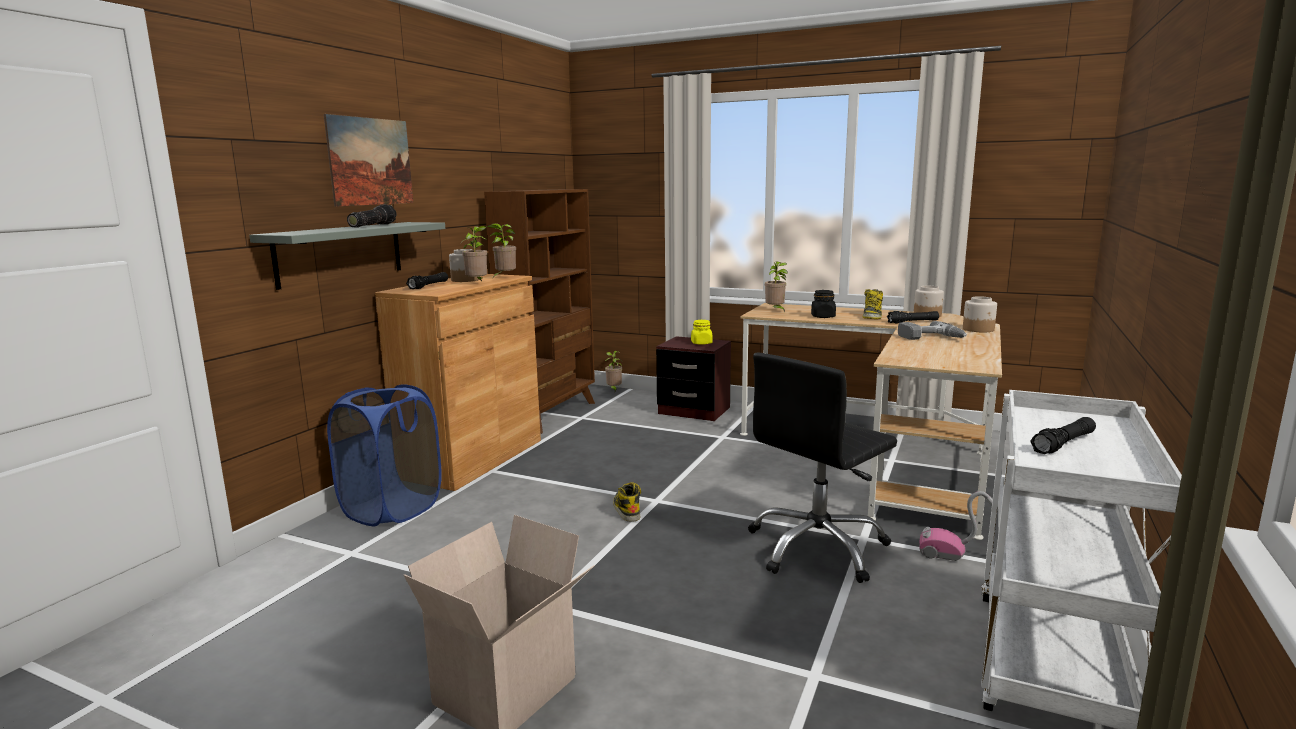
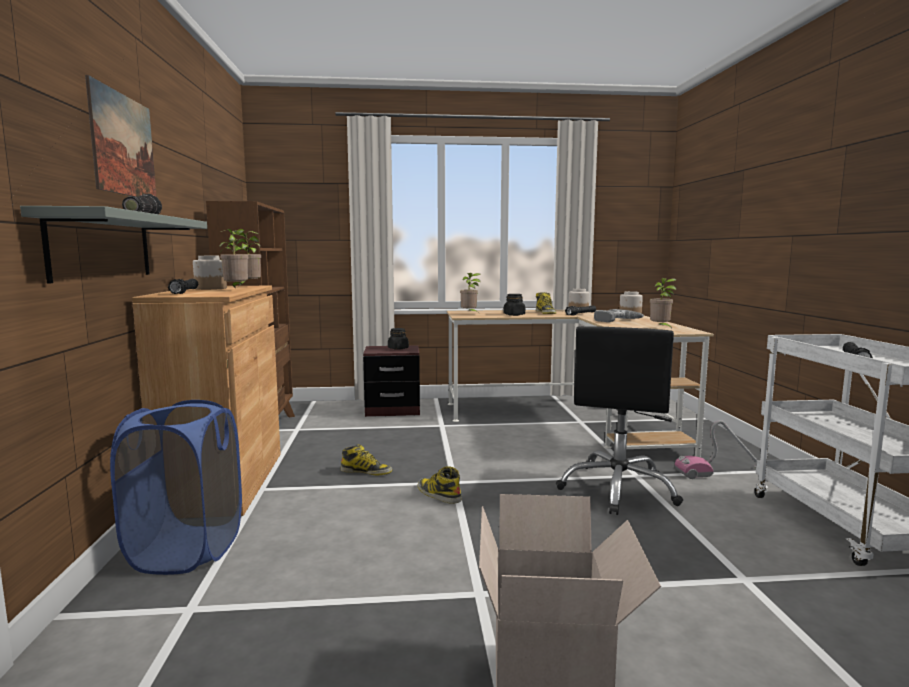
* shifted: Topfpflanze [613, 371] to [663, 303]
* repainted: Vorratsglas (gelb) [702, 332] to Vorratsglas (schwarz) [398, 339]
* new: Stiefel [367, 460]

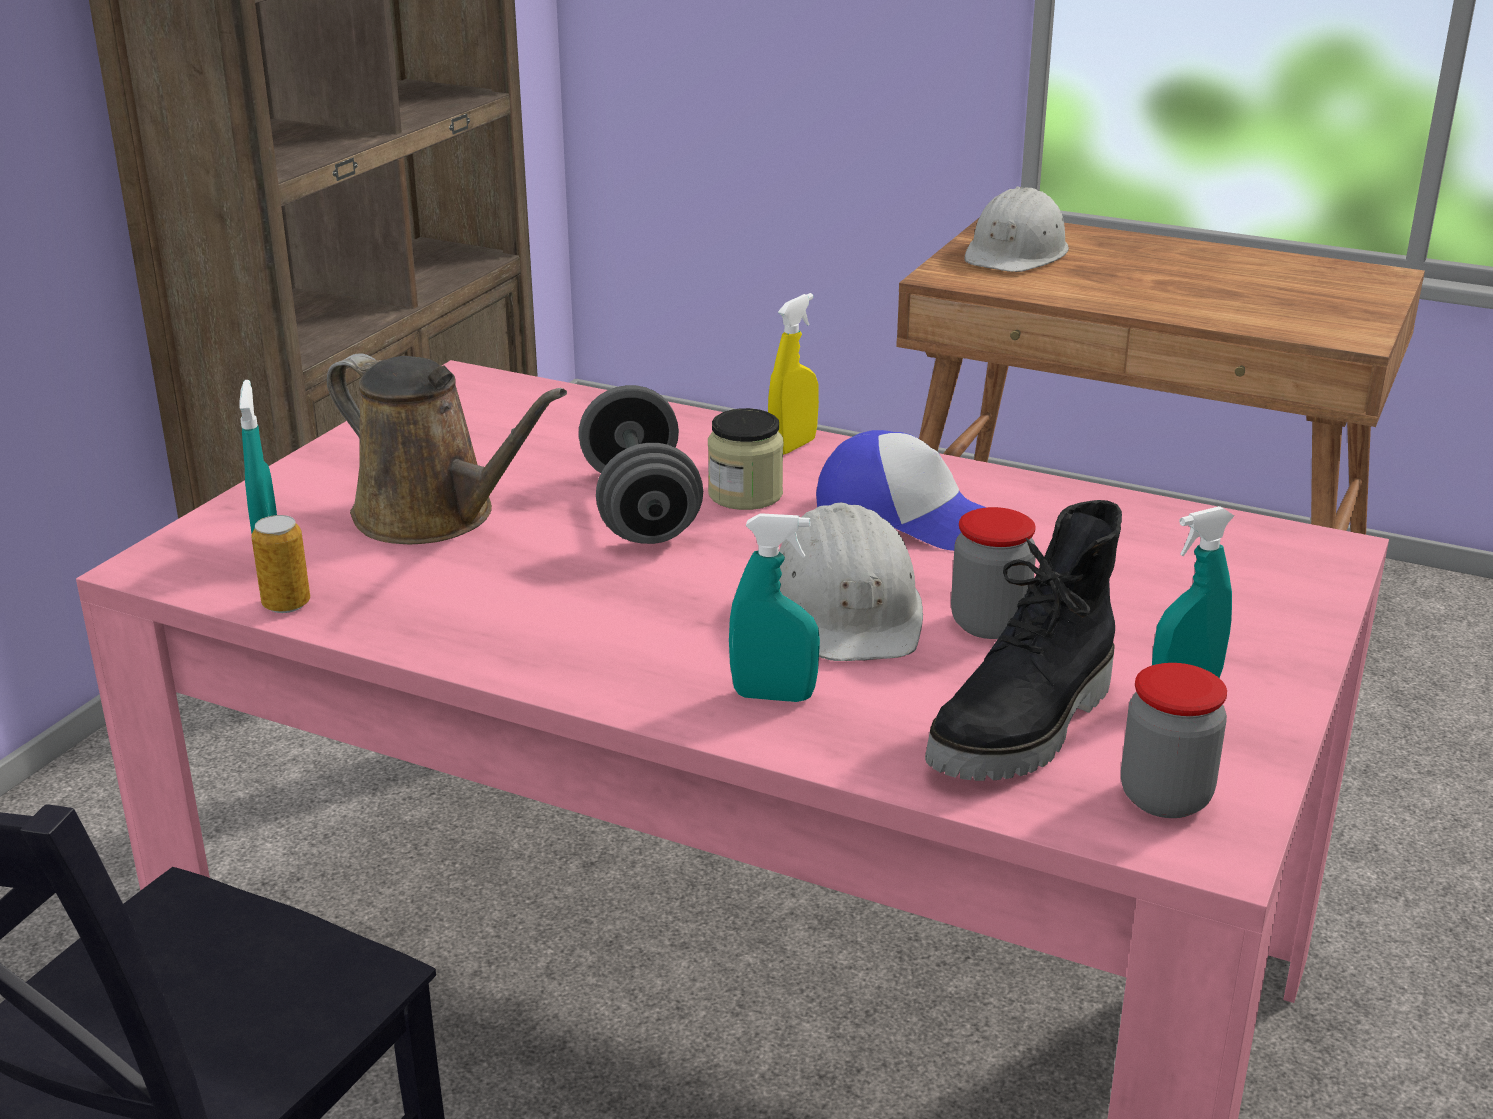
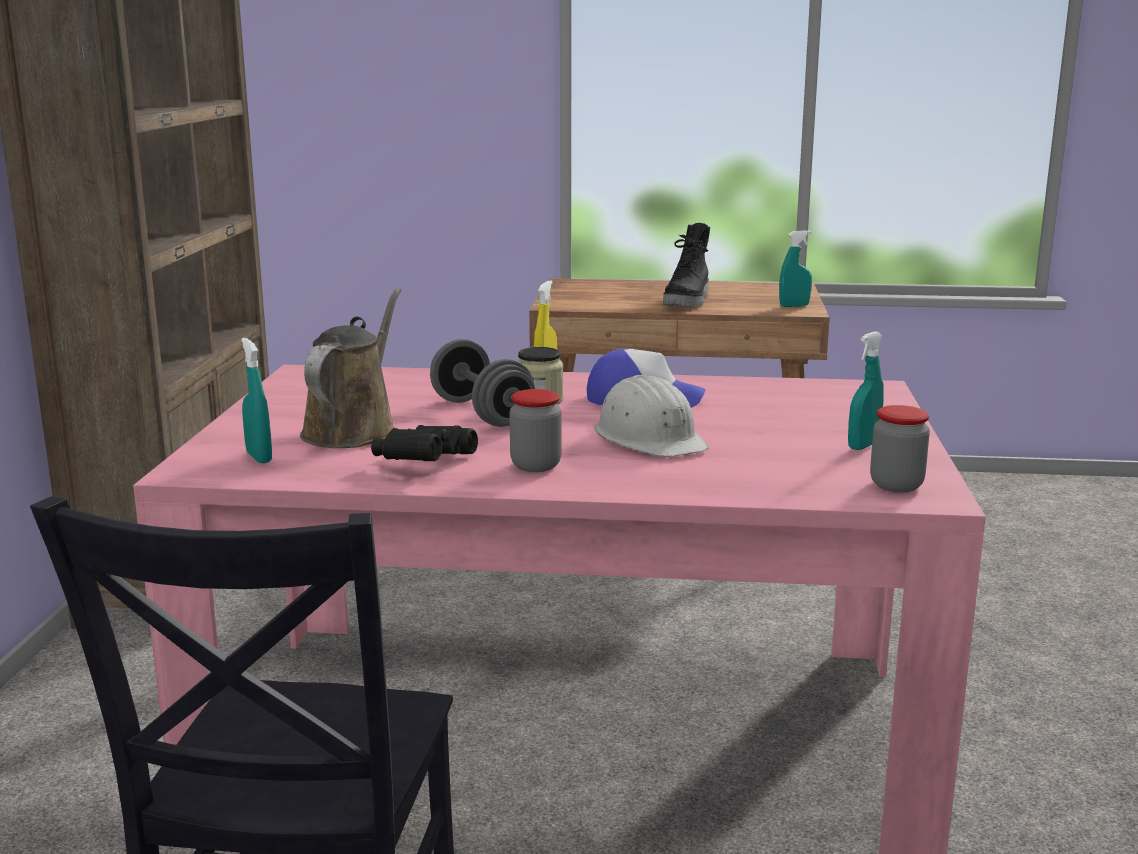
* gone: Dose [281, 564]
* rotated: Gießkanne (braun) [447, 448] = [350, 368] 90 degrees counterclockwise
* shifted: Sprühflasche (türkis) [774, 607] to [795, 268]
* shifted: Stiefel (schwarz) [1023, 640] to [686, 264]
* shifted: Vorratsglas [993, 573] to [535, 430]
* gone: Schutzhelm (weiß) [1016, 229]
* new: Fernglas (schwarz) [424, 443]

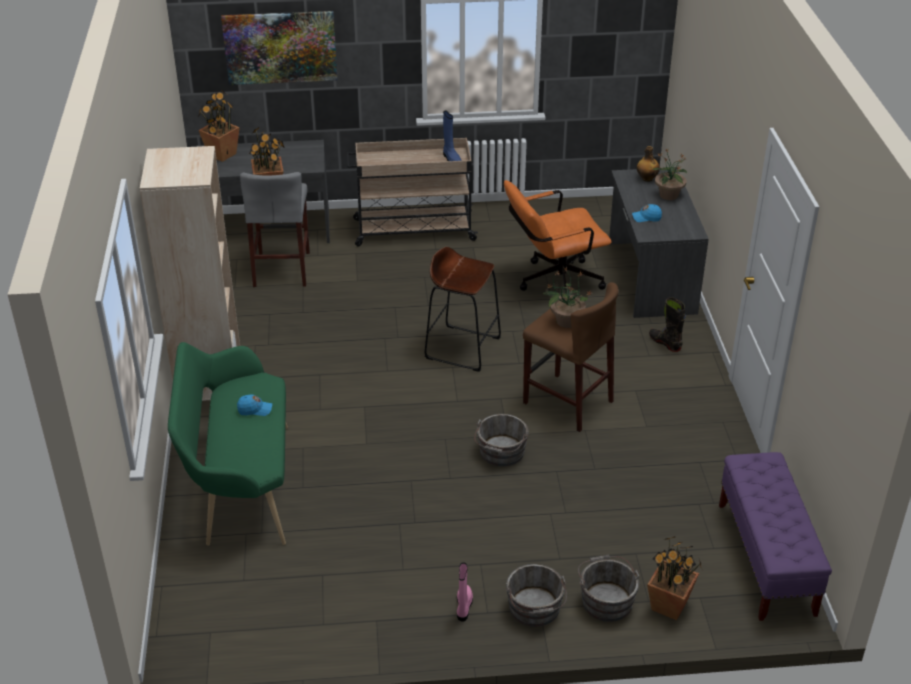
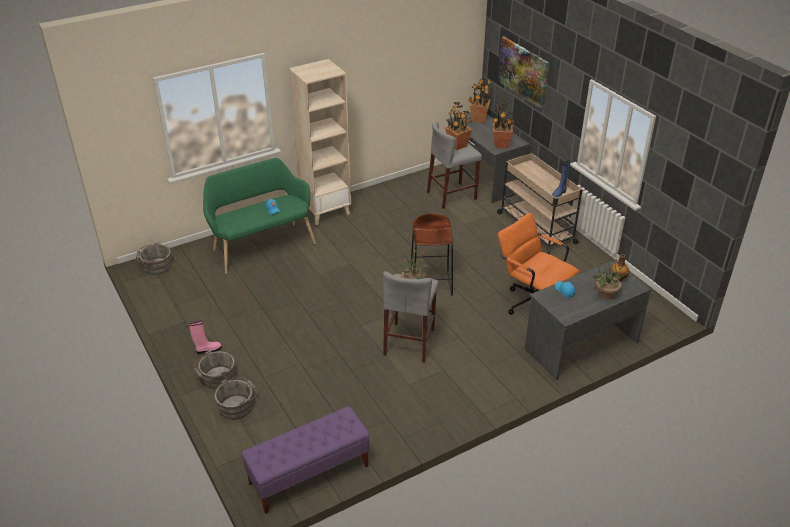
* shifted: Eimer (grau) [501, 440] to [153, 258]
* repainted: Hocker (braun) [571, 357] to Hocker (grau) [411, 317]
* shifted: Topfpflanze [674, 578] to [503, 124]
* gone: Stiefel (schwarz) [667, 324]

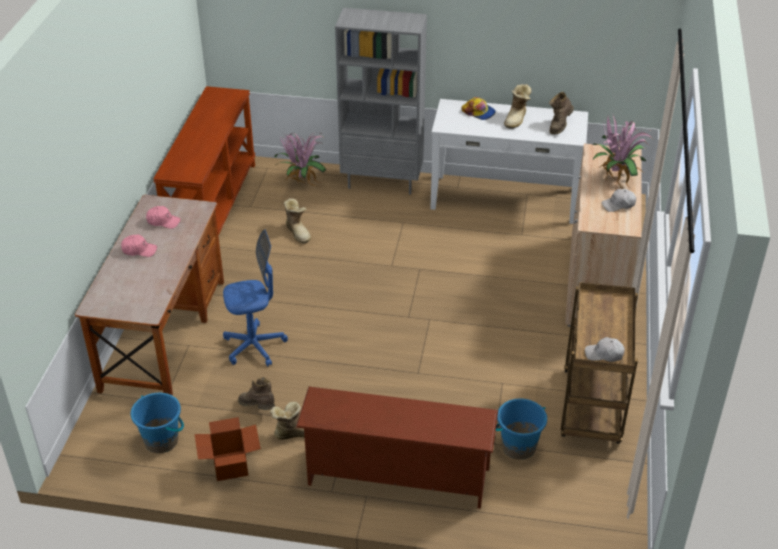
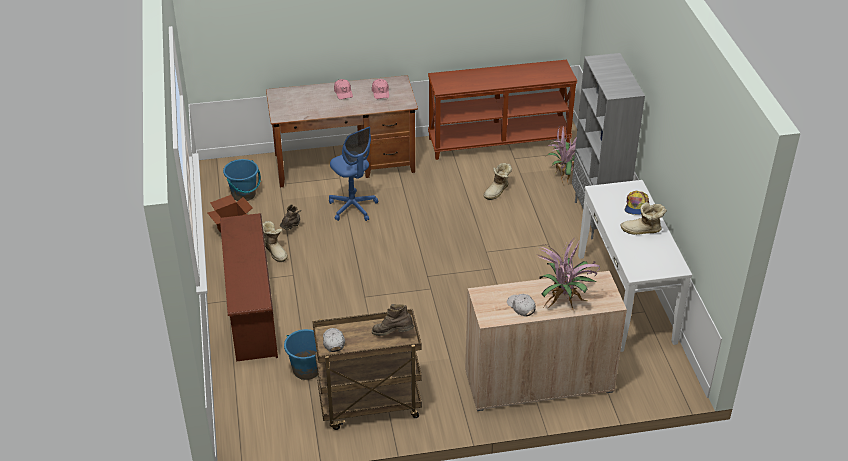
* shifted: Stiefel (braun) [561, 113] to [393, 320]

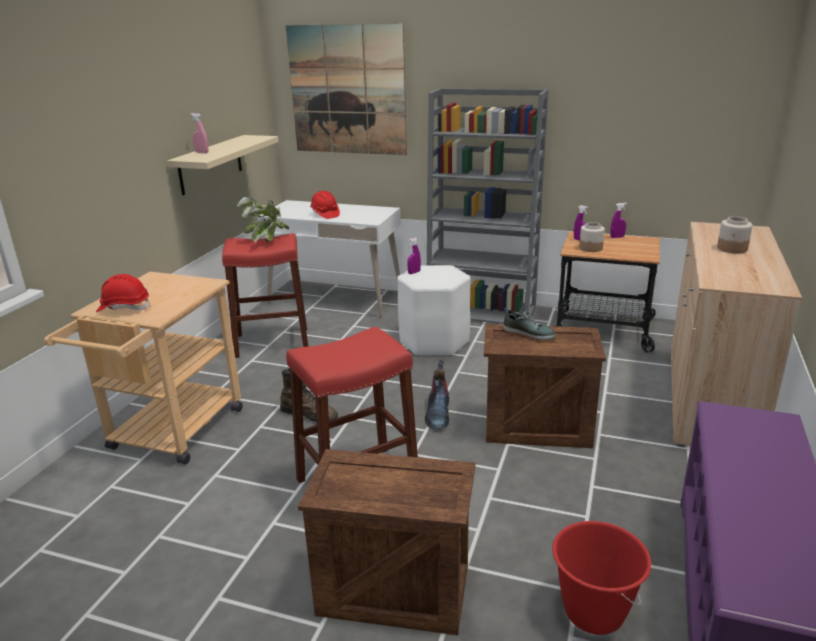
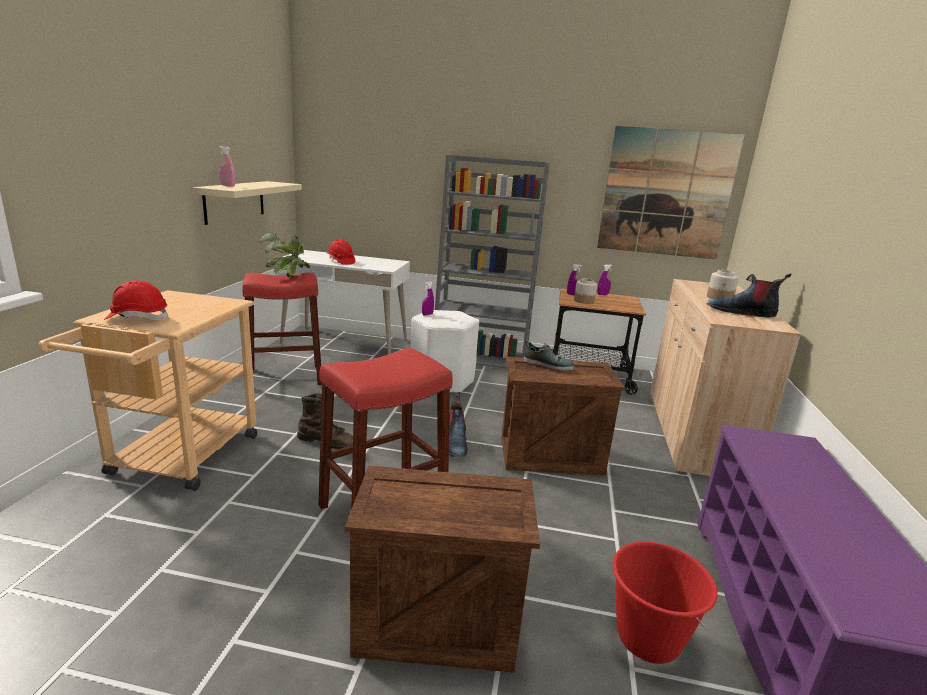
* shifted: Bild [346, 89] to [671, 192]
* new: Stiefel [749, 295]

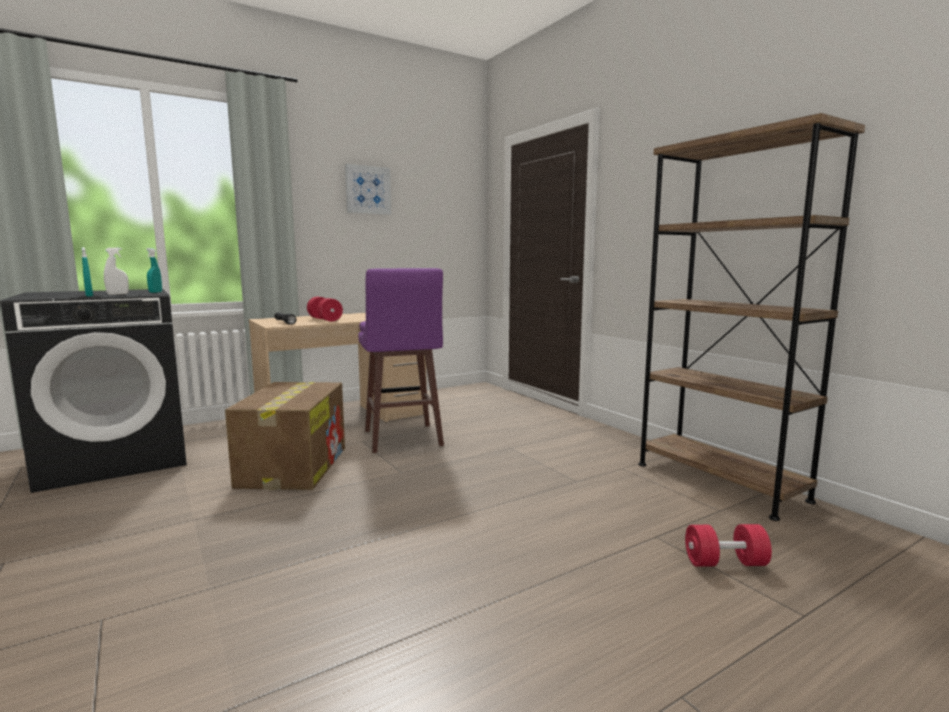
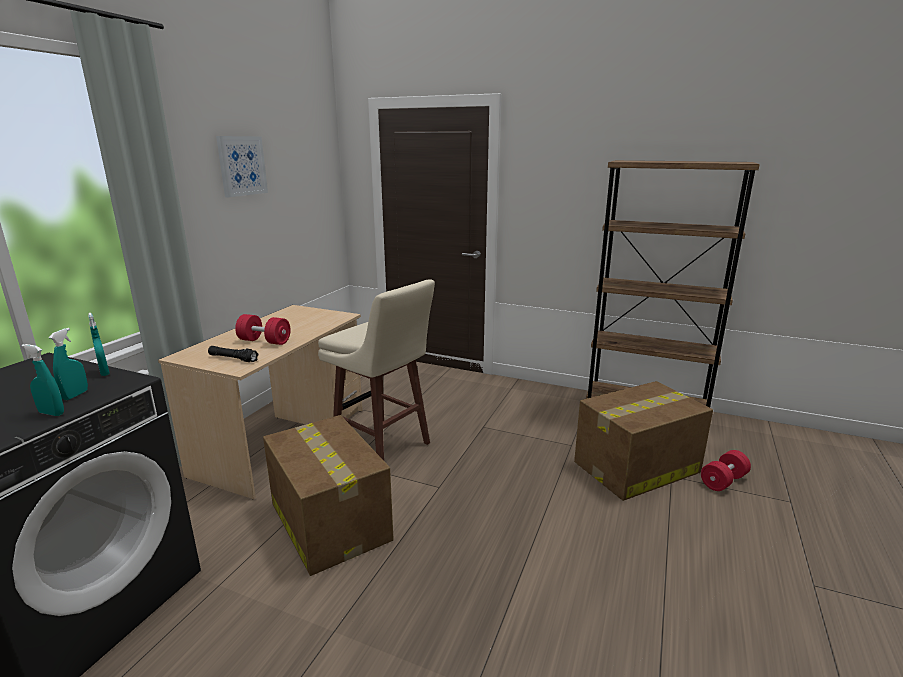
* repainted: Sprühflasche (weiß) [116, 271] to Sprühflasche (türkis) [68, 364]
* repainted: Hocker (lila) [401, 360] to Hocker (beige) [376, 370]
* new: Karton [643, 441]

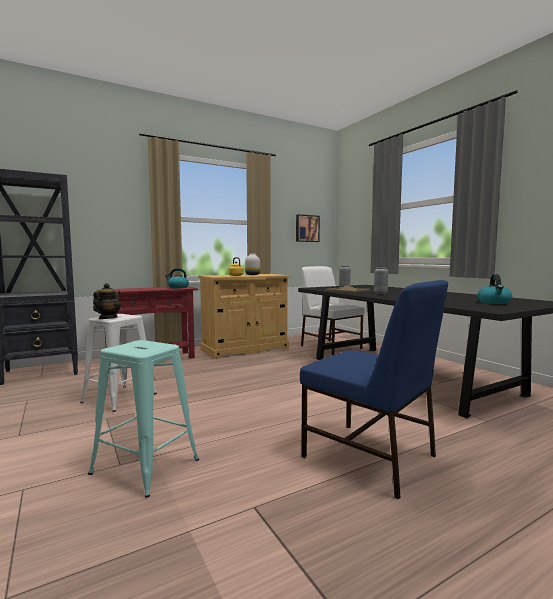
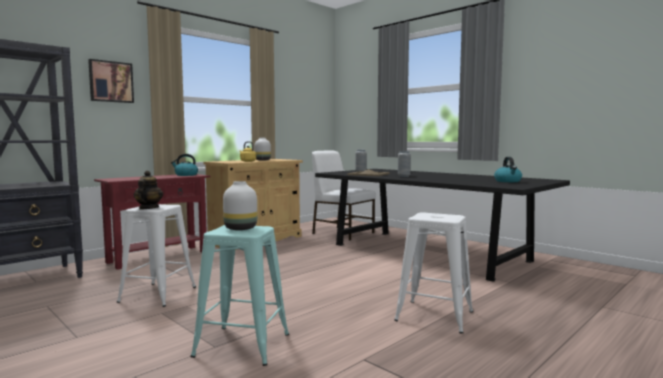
* shifted: Bild [308, 228] to [111, 81]
* swapped: Stuhl (blau) [374, 389] to Hocker (weiß) [433, 272]
* new: Vase (weiß) [240, 205]

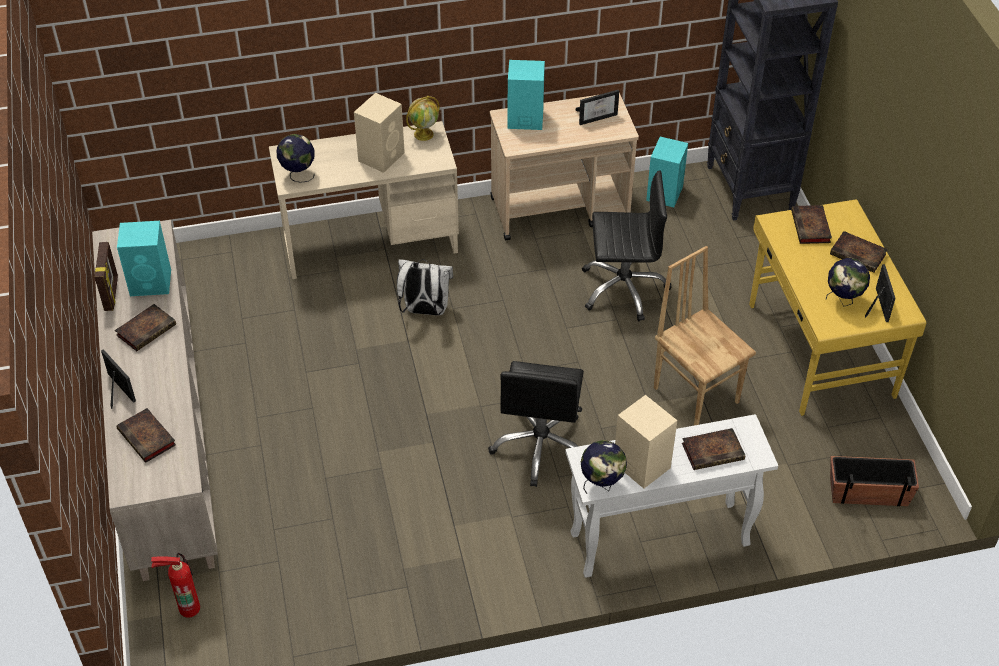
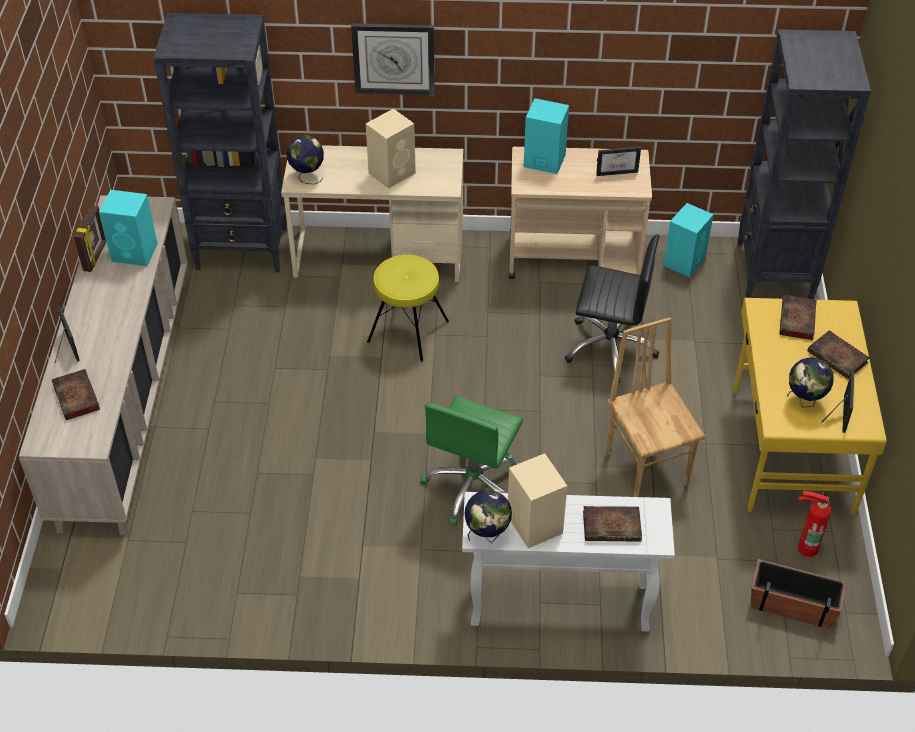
* gone: Buch [145, 327]
* shifted: Feuerlöscher [175, 585] to [814, 524]
* swapped: Rucksack (weiß) [425, 287] to Hocker (gelb) [408, 308]
* gone: Globus [423, 118]
* repainted: Bürostuhl (schwarz) [536, 424] to Bürostuhl (grün) [471, 460]
* new: Bücherregal (schwarz) [220, 142]
* new: Wanduhr [393, 59]

